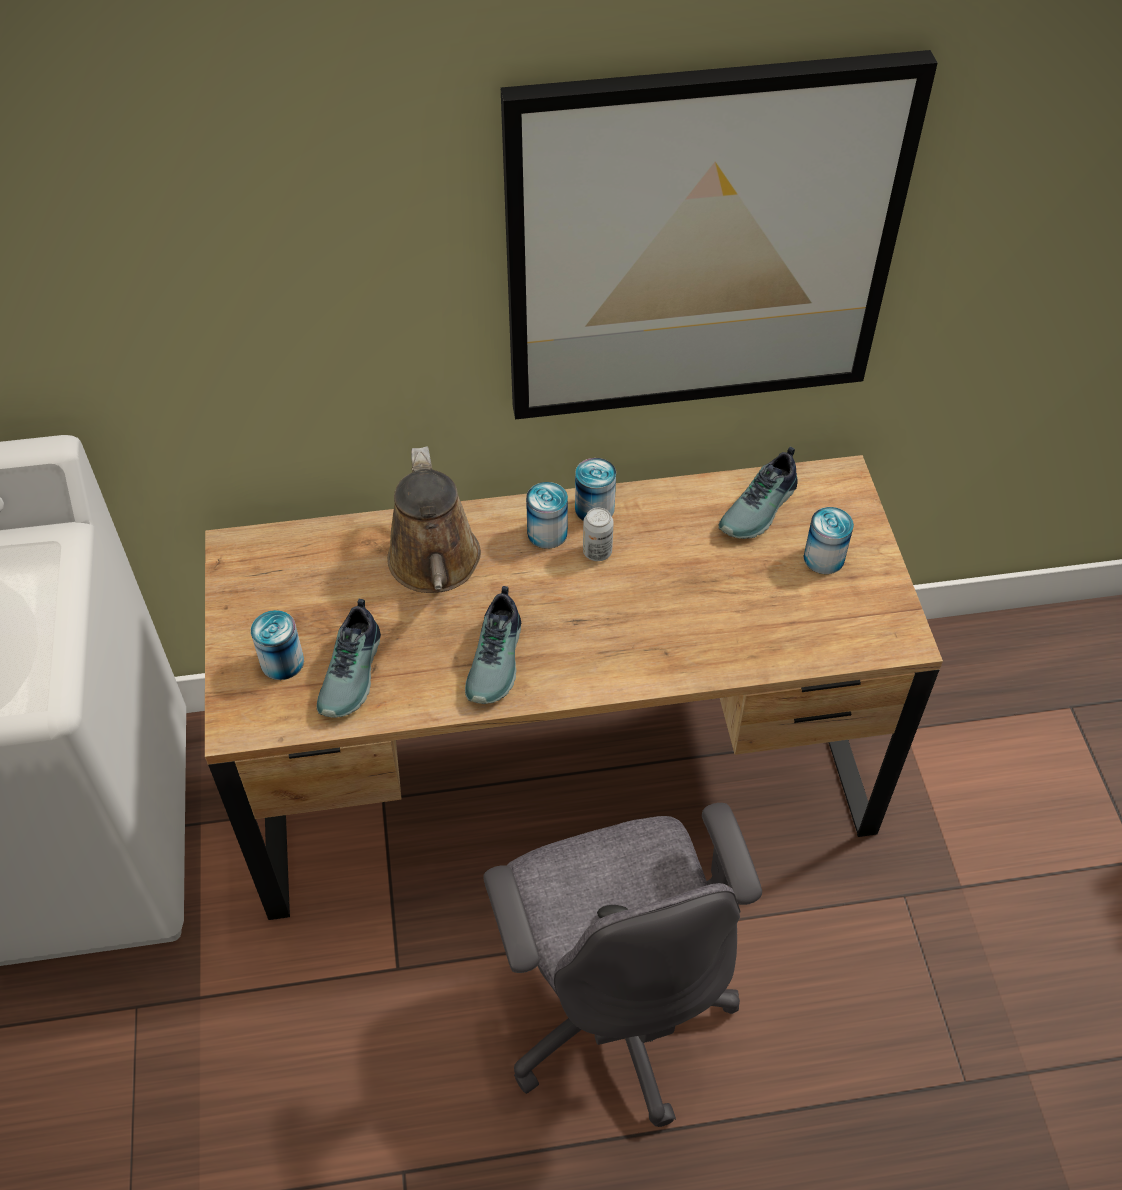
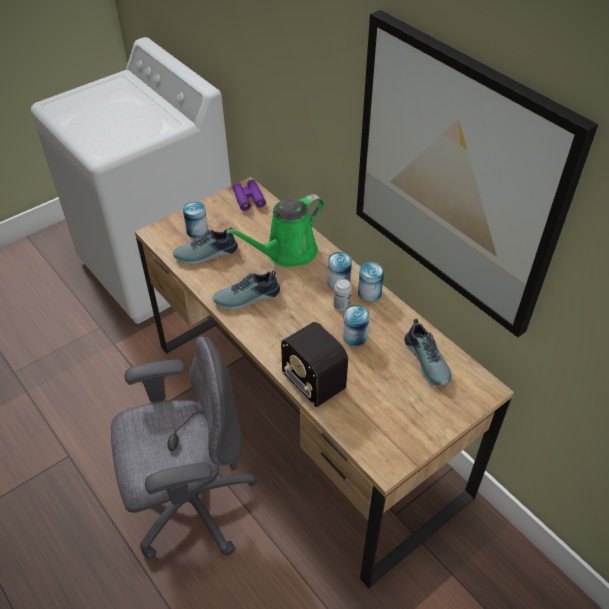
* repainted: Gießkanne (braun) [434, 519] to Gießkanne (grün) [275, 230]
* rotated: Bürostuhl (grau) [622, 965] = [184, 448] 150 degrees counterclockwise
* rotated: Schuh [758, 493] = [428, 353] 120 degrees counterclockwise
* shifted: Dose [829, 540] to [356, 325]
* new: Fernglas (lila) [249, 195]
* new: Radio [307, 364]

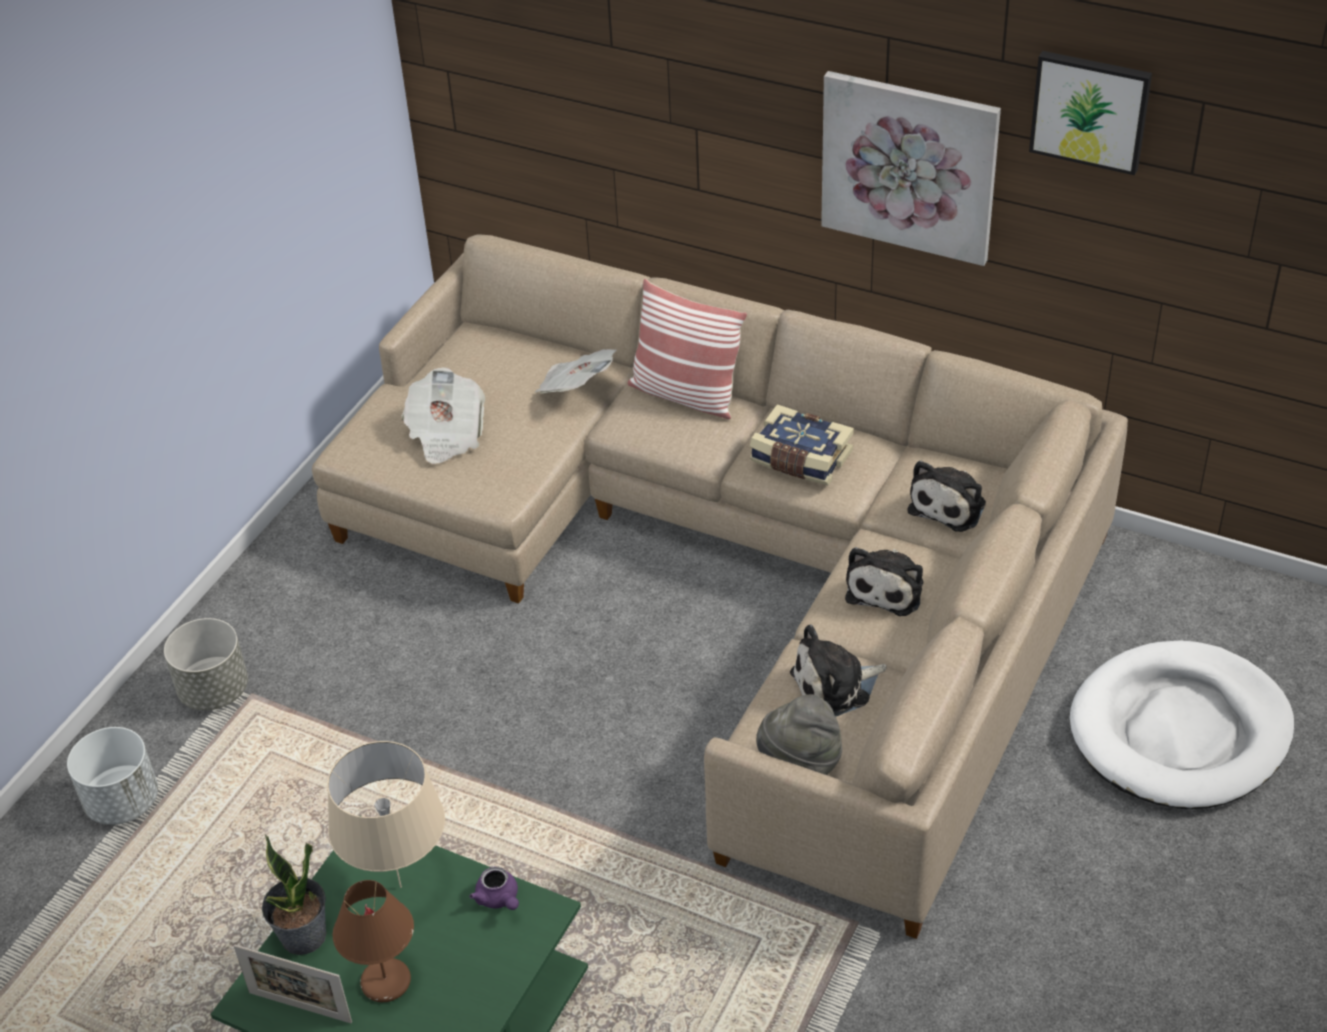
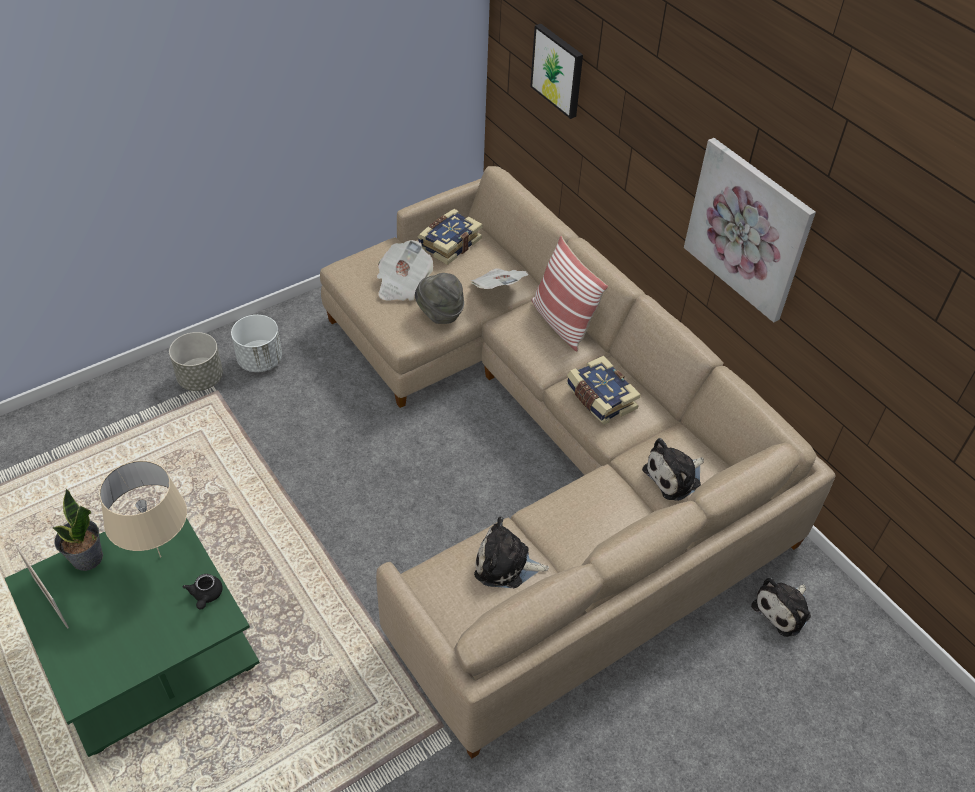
* shifted: Pflanzkübel (weiß) [112, 776] to [256, 343]
* gone: Tischlampe (braun) [373, 941]
* repainted: Teekanne (lila) [494, 888] to Teekanne (schwarz) [202, 592]
* shifted: Hut (grau) [799, 734] to [439, 298]
* shifted: Plüschtier [884, 581] to [781, 607]
* shifted: Bild [1090, 113] to [556, 71]
* gone: Hundebett (weiß) [1182, 725]
* new: Buch [450, 237]

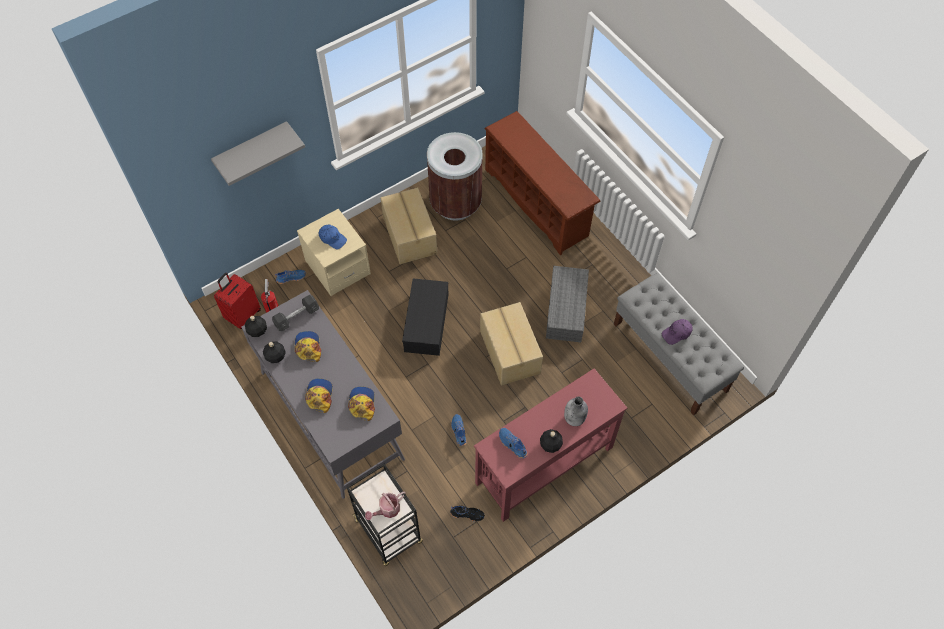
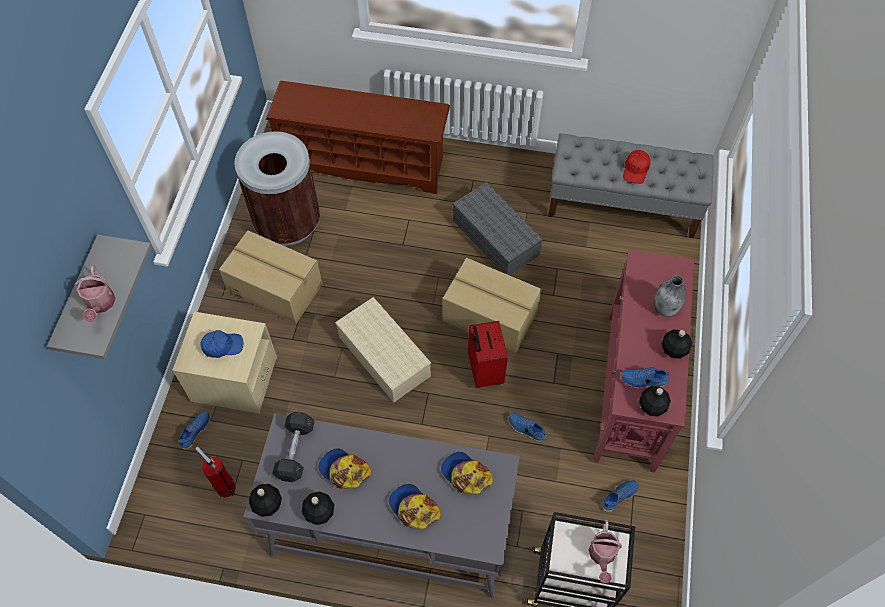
* shifted: Koffer (rot) [237, 301] to [488, 354]
* repainted: Aufbewahrungsbox (schwarz) [425, 317] to Aufbewahrungsbox (beige) [383, 349]
* repainted: Schuh (schwarz) [467, 513] to Schuh (blau) [620, 496]
* repainted: Kappe (lila) [677, 332] to Kappe (rot) [636, 167]
* new: Gießkanne [95, 294]
* new: Flasche (schwarz) [655, 401]

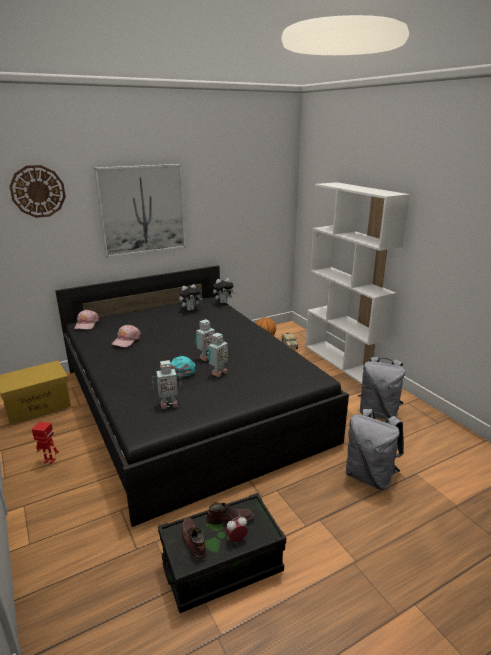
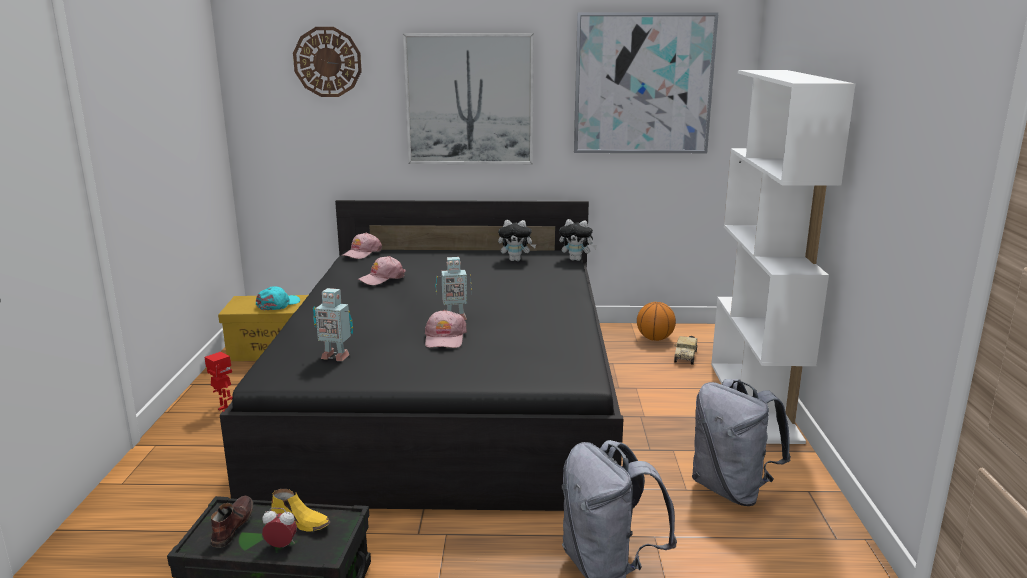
* shifted: Kappe (türkis) [183, 367] to [278, 298]
* repainted: Schuh (braun) [230, 513] to Schuh (gelb) [301, 510]
* swapped: Spielzeugroboter [218, 355] to Kappe (rosa) [446, 329]
* new: Bild [646, 82]

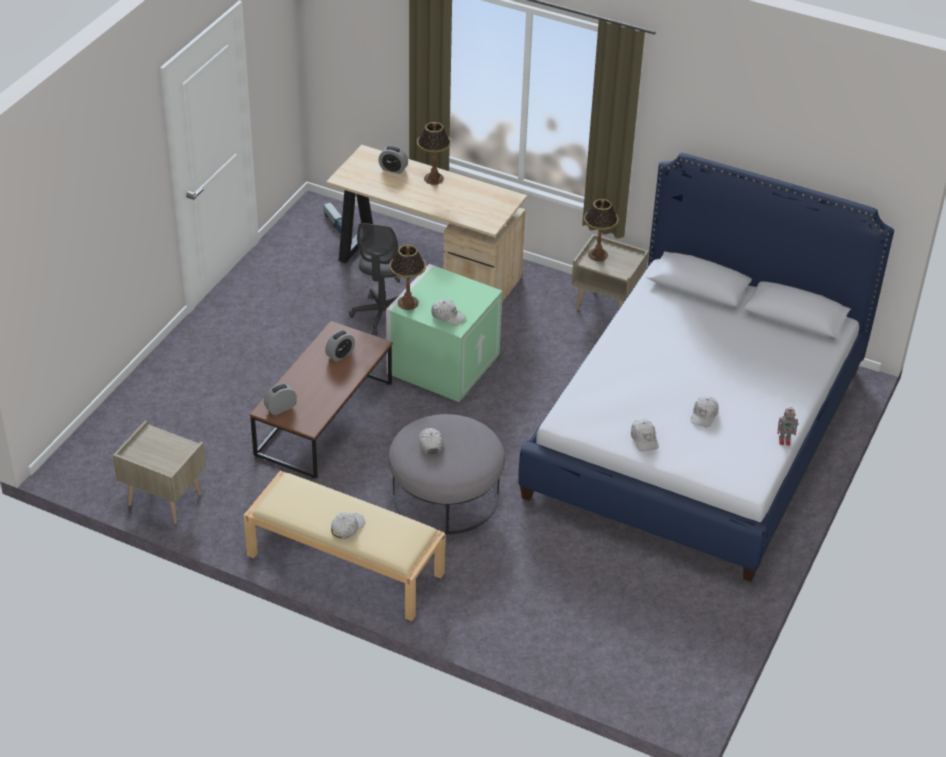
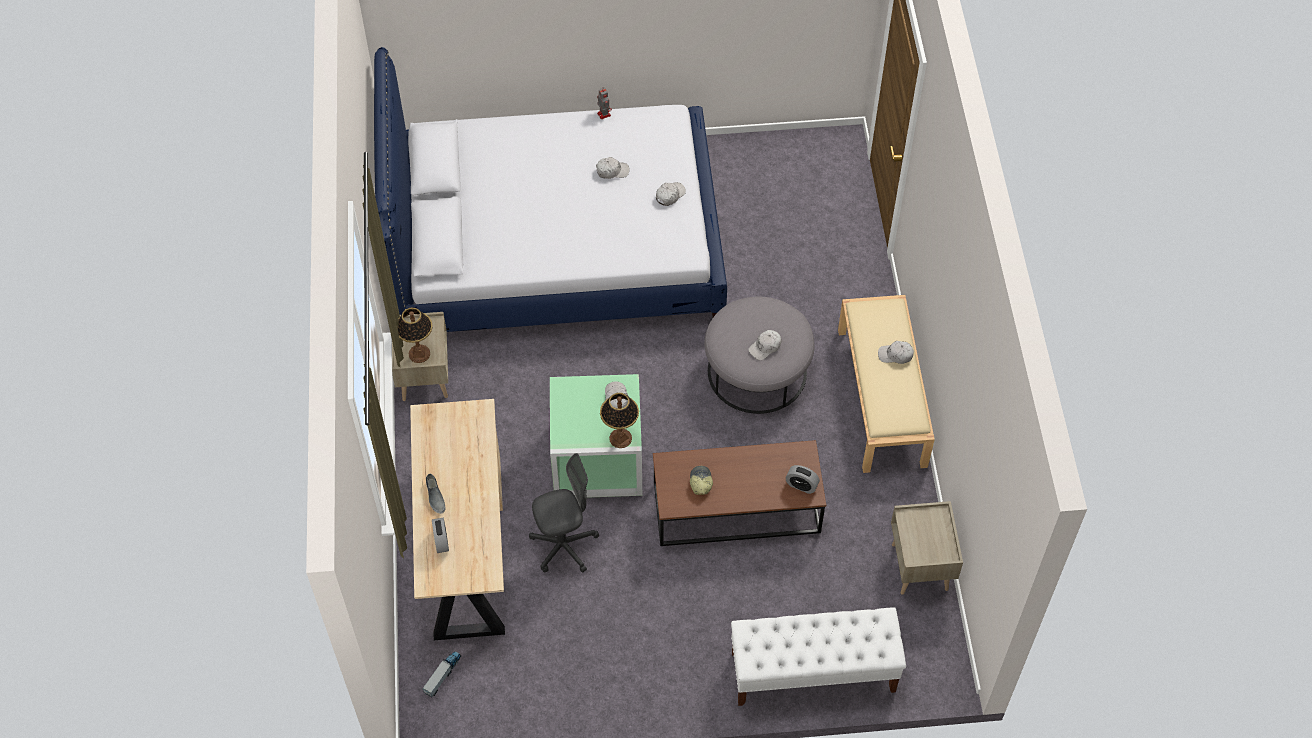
* swapped: Wecker [340, 346] to Kappe [701, 480]
* swapped: Tischlampe [434, 153] to Schuh (grau) [436, 494]
* new: Bank (weiß) [818, 656]

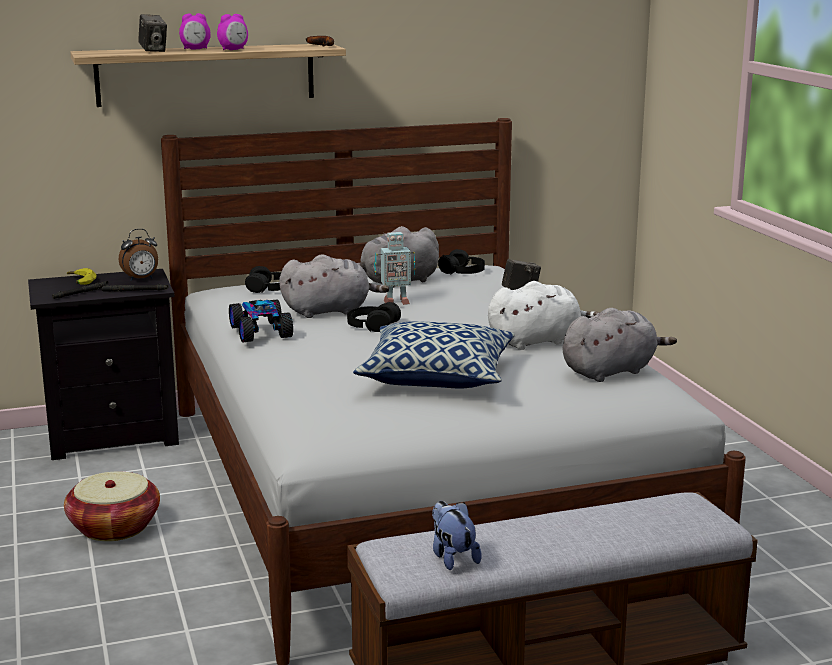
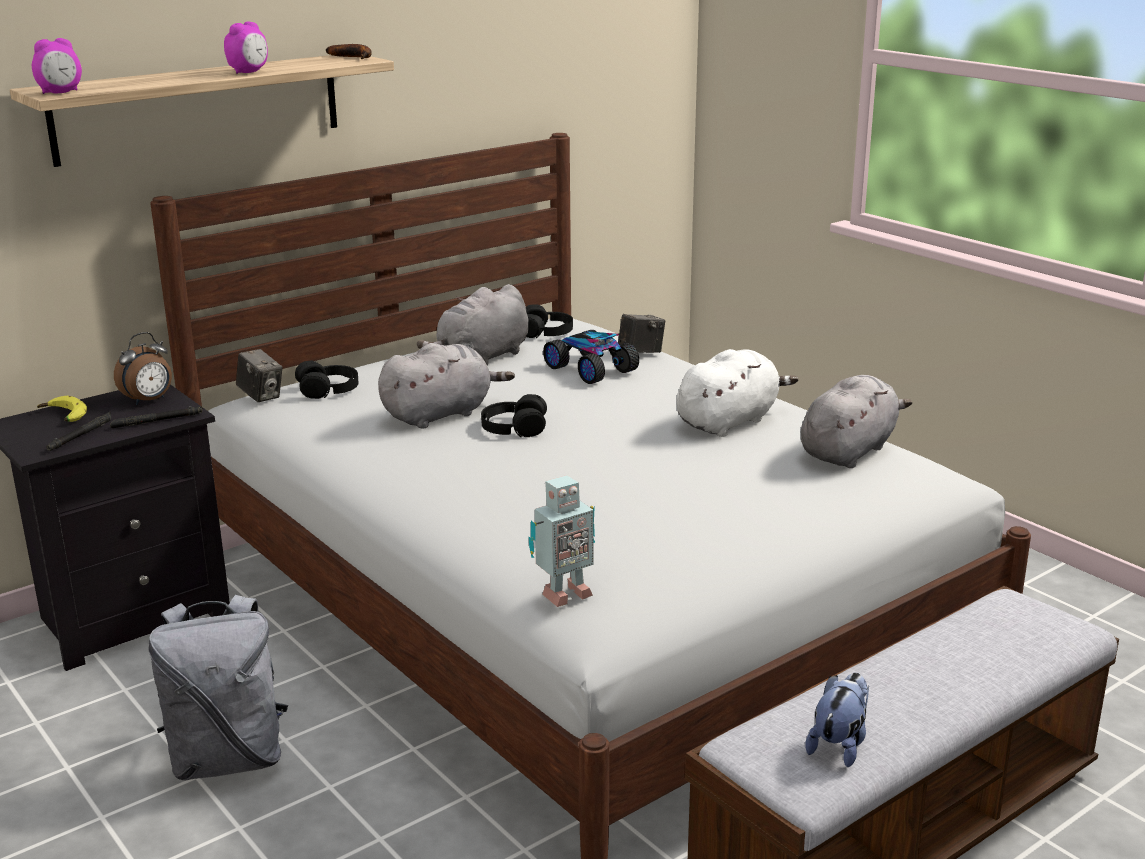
* swapped: Korb [112, 506] to Rucksack (grau) [218, 687]
* shifted: Kamera [152, 33] to [259, 375]
* shifted: Wecker [195, 31] to [57, 66]
* shifted: Spielzeugauto [261, 320] to [591, 357]
* gone: Kissen [434, 354]
* shifted: Spielzeugroboter [394, 268] to [562, 541]
* rotated: Plüschtier [457, 535] = [837, 720] 75 degrees clockwise

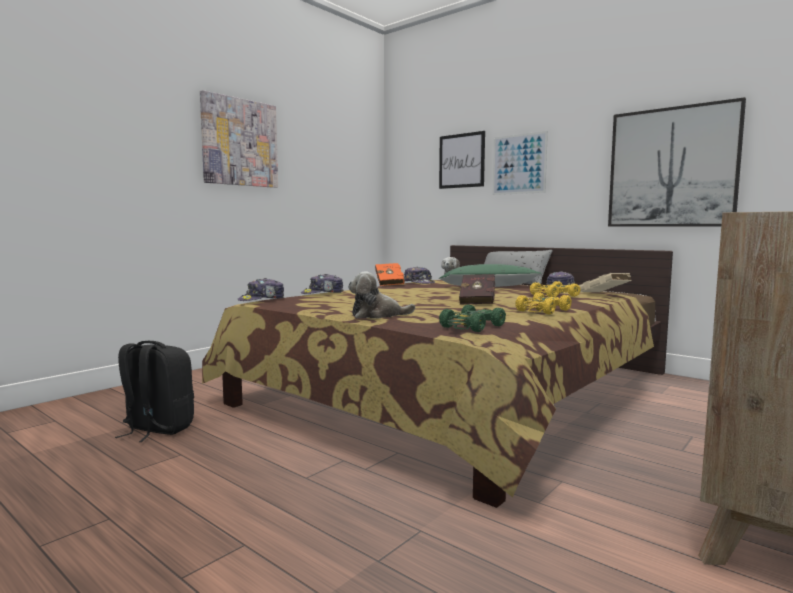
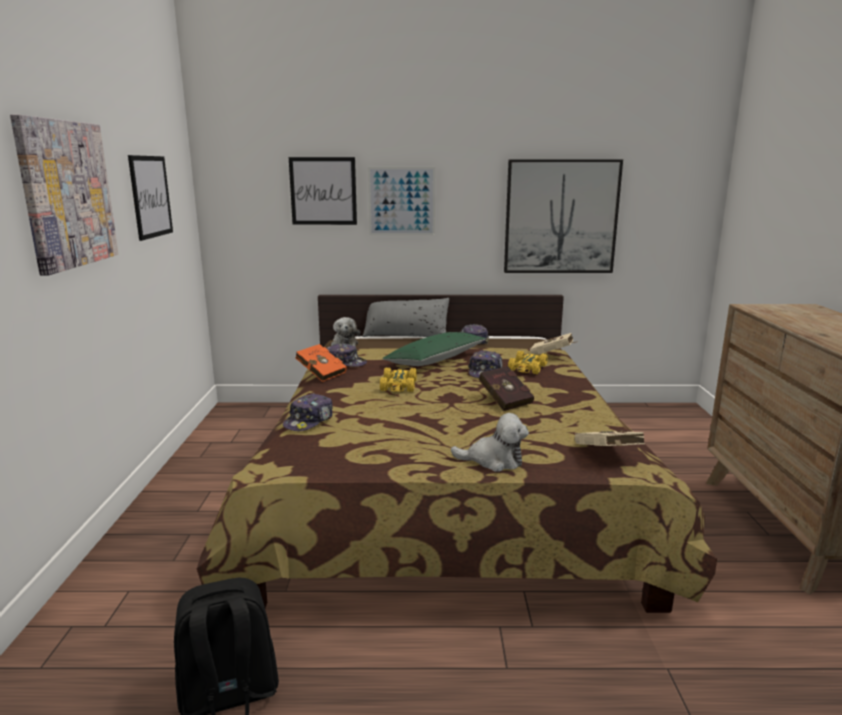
* shifted: Kappe [260, 289] to [485, 364]
* rotated: Plüschtier [381, 295] = [490, 442] 120 degrees counterclockwise
* swapped: Spielzeugauto (grün) [472, 318] to Buch (beige) [610, 438]
* shifted: Spielzeugauto (gelb) [543, 303] to [398, 379]
* new: Bild [150, 198]

